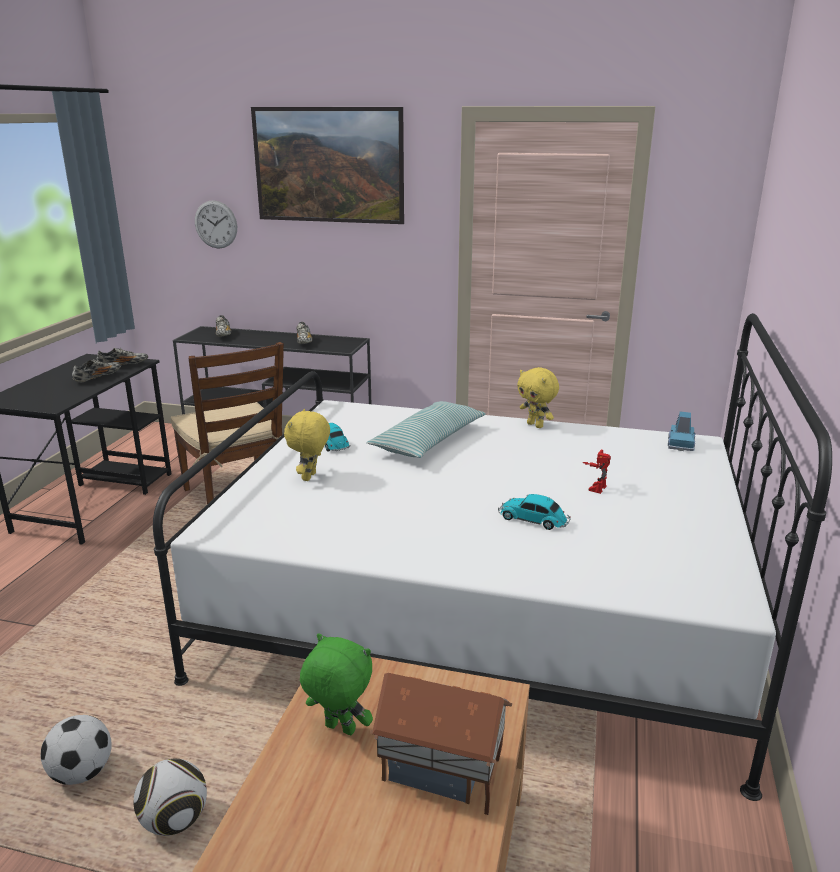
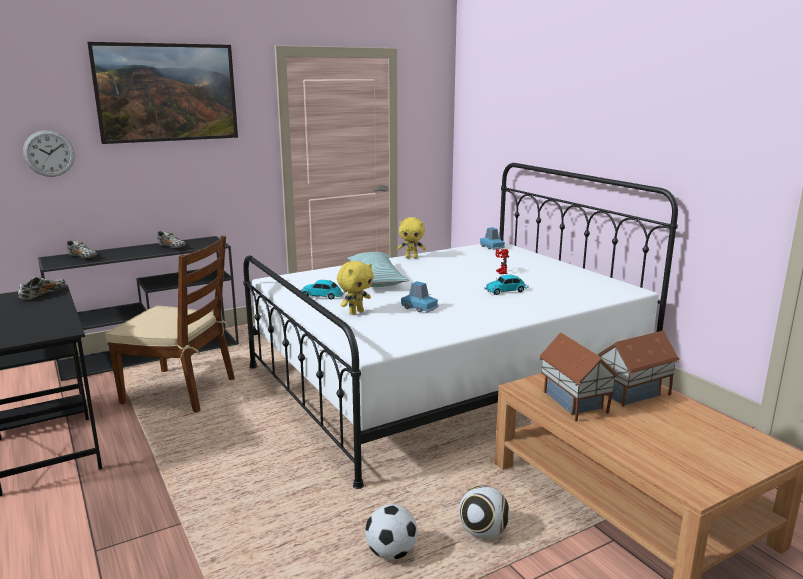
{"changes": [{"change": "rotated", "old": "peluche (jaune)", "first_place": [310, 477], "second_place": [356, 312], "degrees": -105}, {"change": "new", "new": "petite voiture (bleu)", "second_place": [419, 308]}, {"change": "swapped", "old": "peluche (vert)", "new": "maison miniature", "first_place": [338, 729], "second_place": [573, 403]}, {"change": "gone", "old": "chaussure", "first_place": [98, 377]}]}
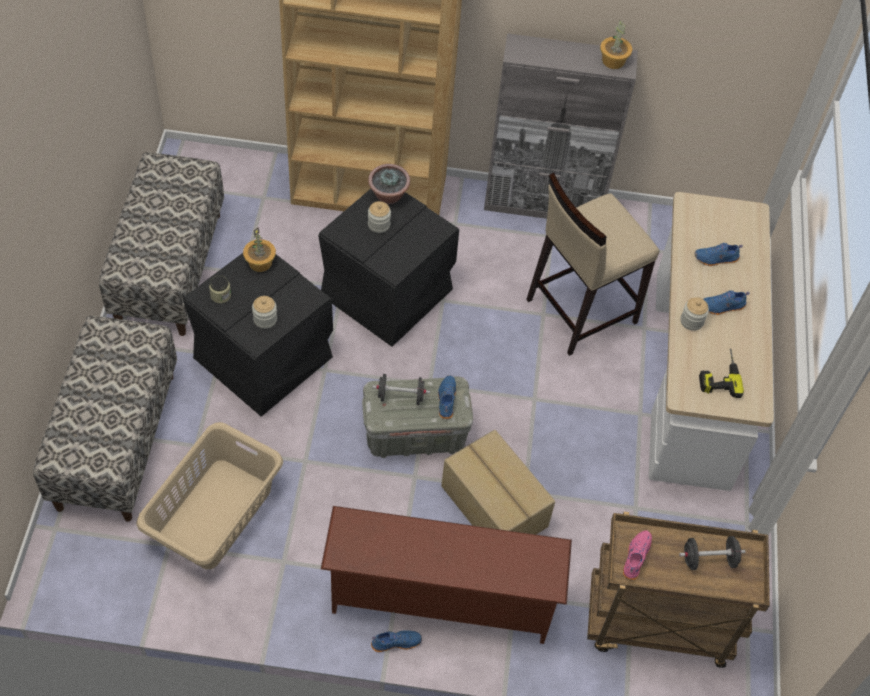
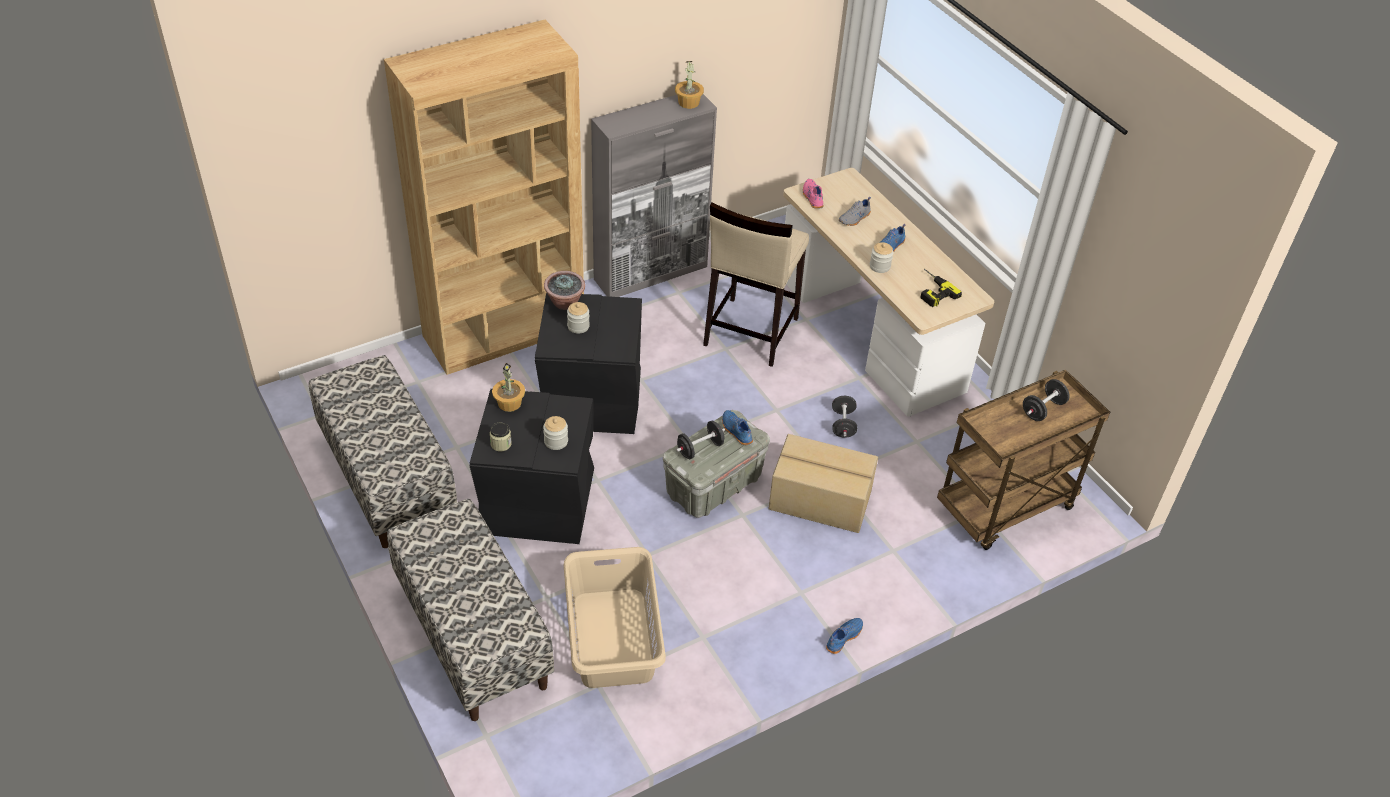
{"changes": [{"change": "shifted", "old": "chaussure (rose)", "first_place": [635, 557], "second_place": [812, 197]}, {"change": "new", "new": "haltère (noir)", "second_place": [843, 424]}, {"change": "repainted", "old": "chaussure (bleu)", "new": "chaussure (gris)", "first_place": [716, 259], "second_place": [855, 219]}, {"change": "gone", "old": "étagère à chaussures (marron)", "first_place": [440, 600]}]}
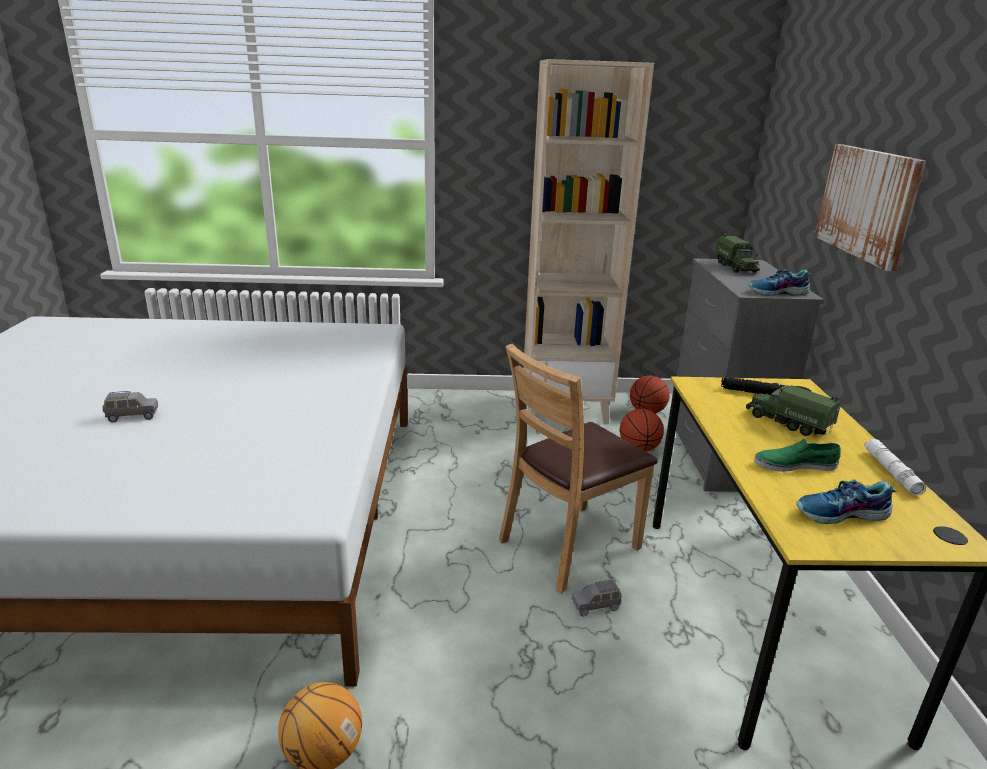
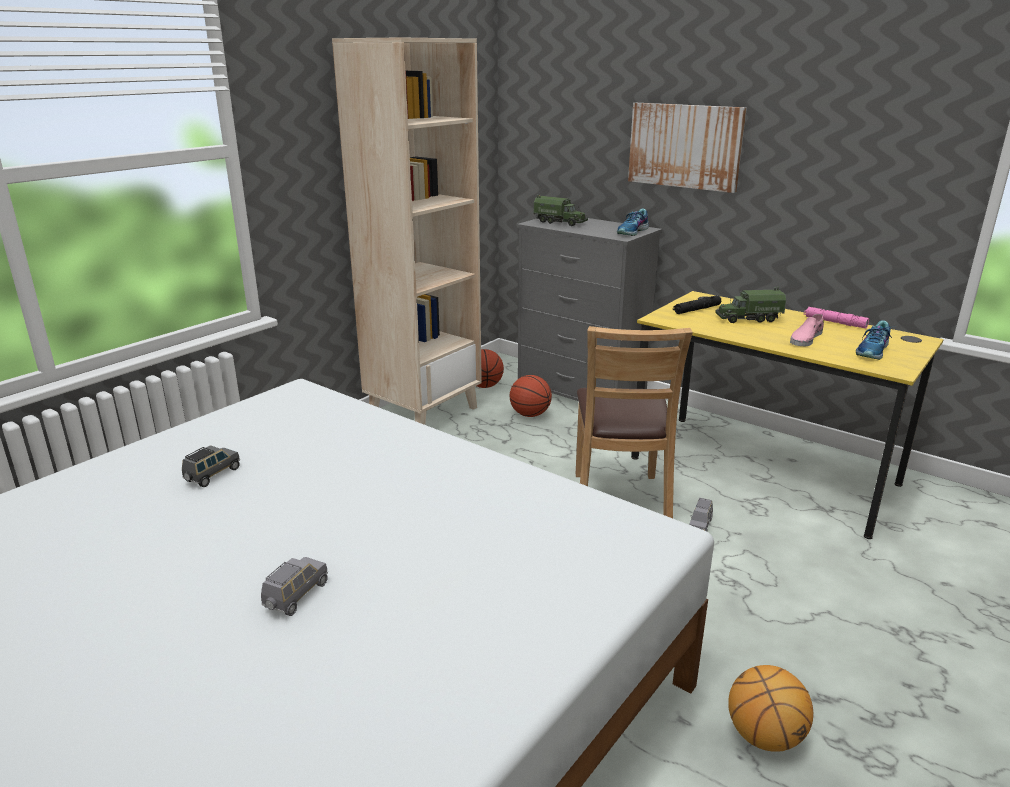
{"changes": [{"change": "new", "new": "petite voiture (gris)", "second_place": [212, 475]}, {"change": "repainted", "old": "chaussure (vert)", "new": "chaussure (rose)", "first_place": [794, 465], "second_place": [805, 338]}, {"change": "repainted", "old": "lampe de poche (blanc)", "new": "lampe de poche (rose)", "first_place": [891, 472], "second_place": [834, 322]}]}
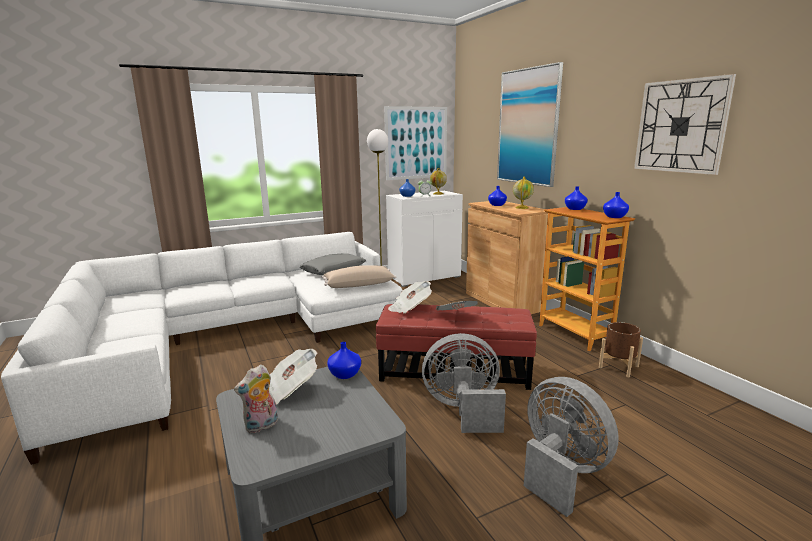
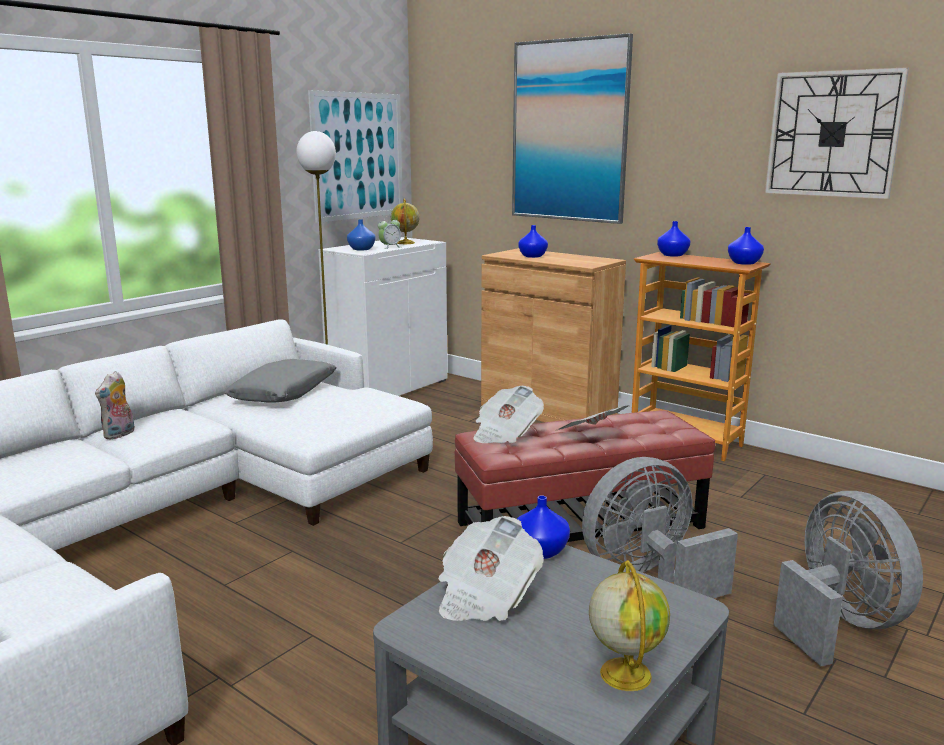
{"changes": [{"change": "shifted", "old": "peluche", "first_place": [261, 426], "second_place": [120, 435]}, {"change": "shifted", "old": "globe", "first_place": [522, 207], "second_place": [624, 673]}, {"change": "rotated", "old": "ventilateur (gris)", "first_place": [561, 471], "second_place": [839, 623], "degrees": 45}, {"change": "gone", "old": "coussin (beige)", "first_place": [358, 285]}, {"change": "gone", "old": "cache-pot (marron)", "first_place": [618, 367]}]}
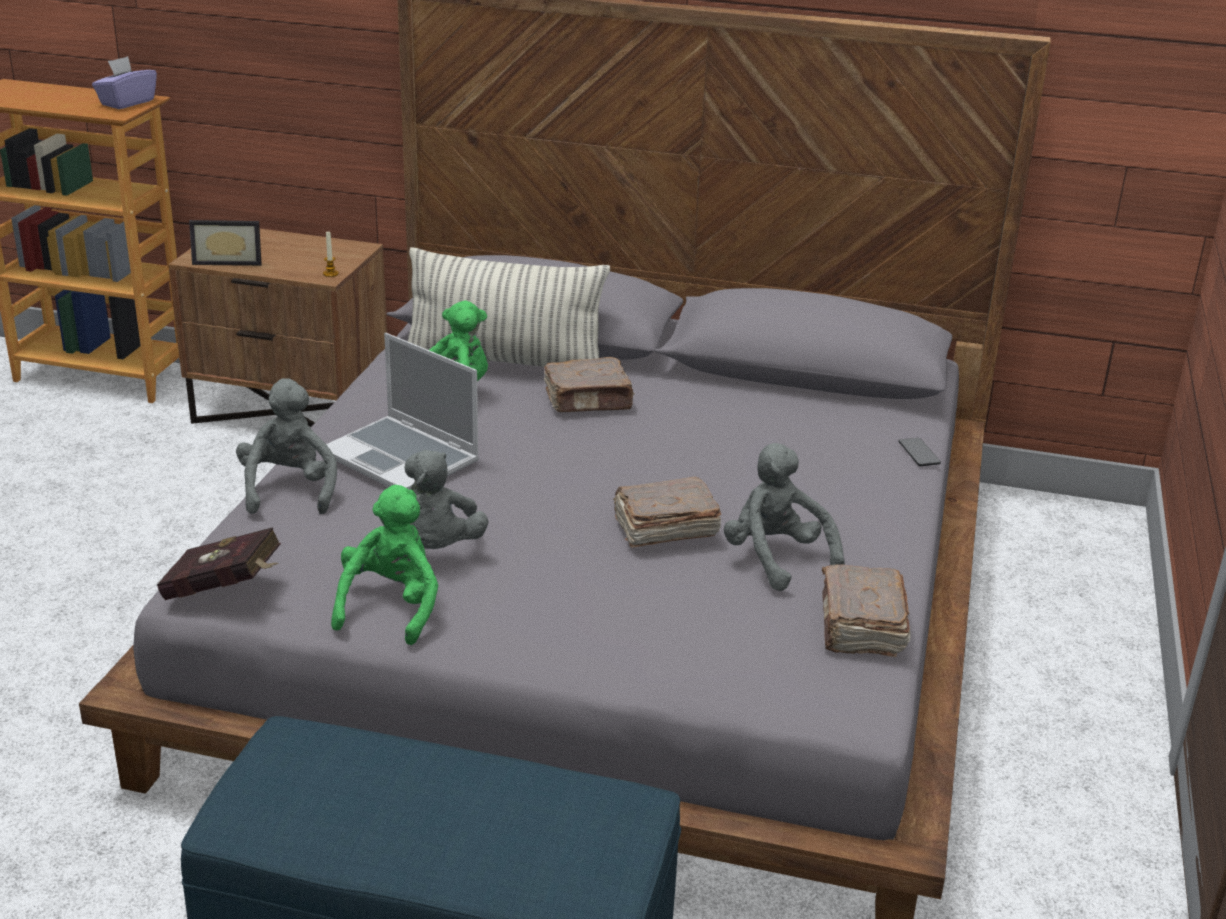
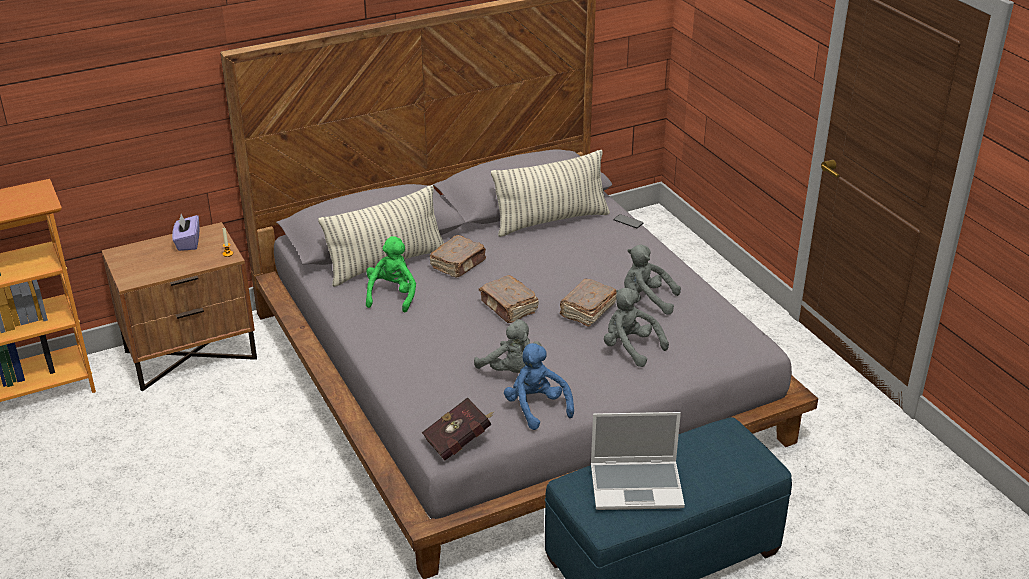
{"changes": [{"change": "shifted", "old": "boîte à mouchoirs (violet)", "first_place": [127, 102], "second_place": [188, 242]}, {"change": "shifted", "old": "livre (marron)", "first_place": [860, 627], "second_place": [509, 307]}, {"change": "new", "new": "coussin", "second_place": [551, 221]}, {"change": "repainted", "old": "peluche (vert)", "new": "peluche (bleu)", "first_place": [391, 607], "second_place": [536, 407]}, {"change": "shifted", "old": "ordinateur portable", "first_place": [403, 458], "second_place": [637, 486]}, {"change": "shifted", "old": "peluche (gris)", "first_place": [289, 490], "second_place": [630, 348]}, {"change": "gone", "old": "cadre photo", "first_place": [228, 261]}]}
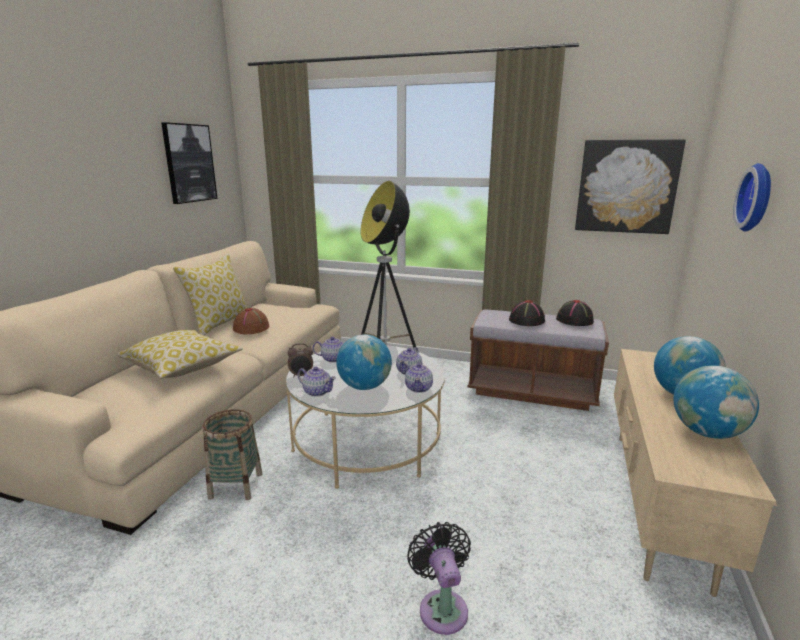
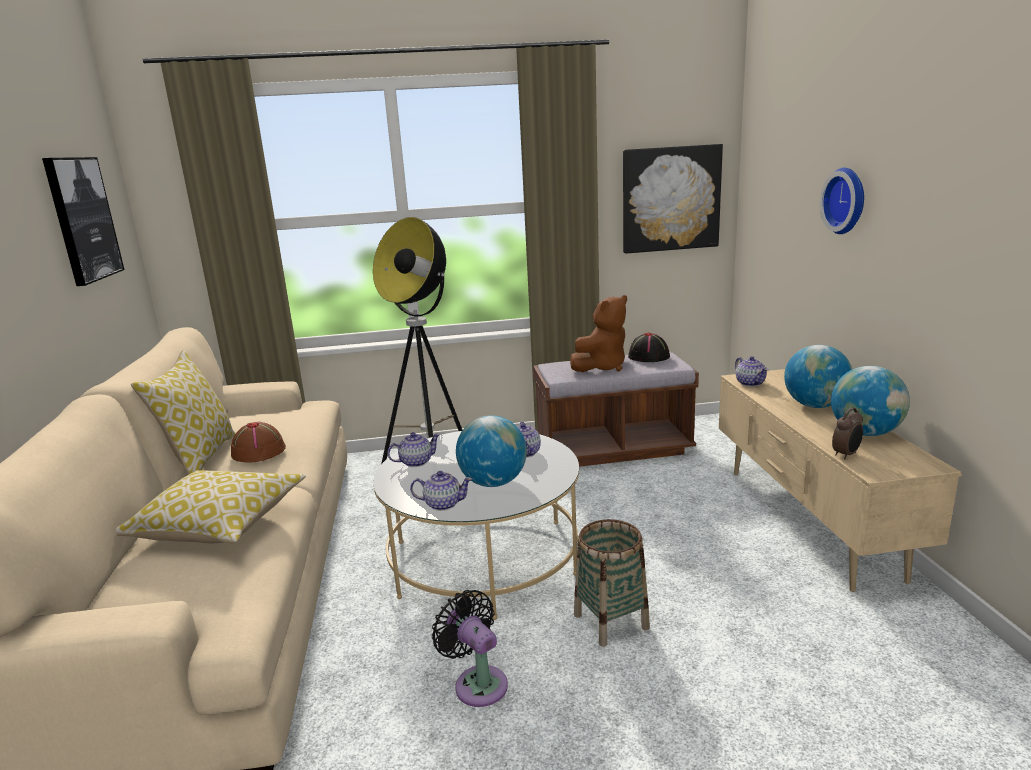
{"changes": [{"change": "shifted", "old": "ventilateur (noir)", "first_place": [442, 606], "second_place": [478, 682]}, {"change": "swapped", "old": "chapeau (noir)", "new": "peluche (marron)", "first_place": [526, 321], "second_place": [602, 367]}, {"change": "shifted", "old": "panier", "first_place": [236, 486], "second_place": [611, 621]}, {"change": "shifted", "old": "théière", "first_place": [419, 388], "second_place": [750, 383]}, {"change": "shifted", "old": "réveil", "first_place": [301, 375], "second_place": [846, 455]}]}
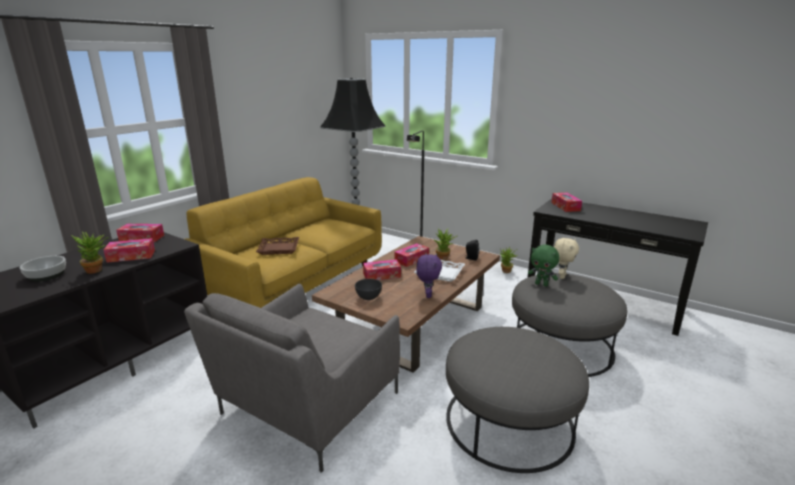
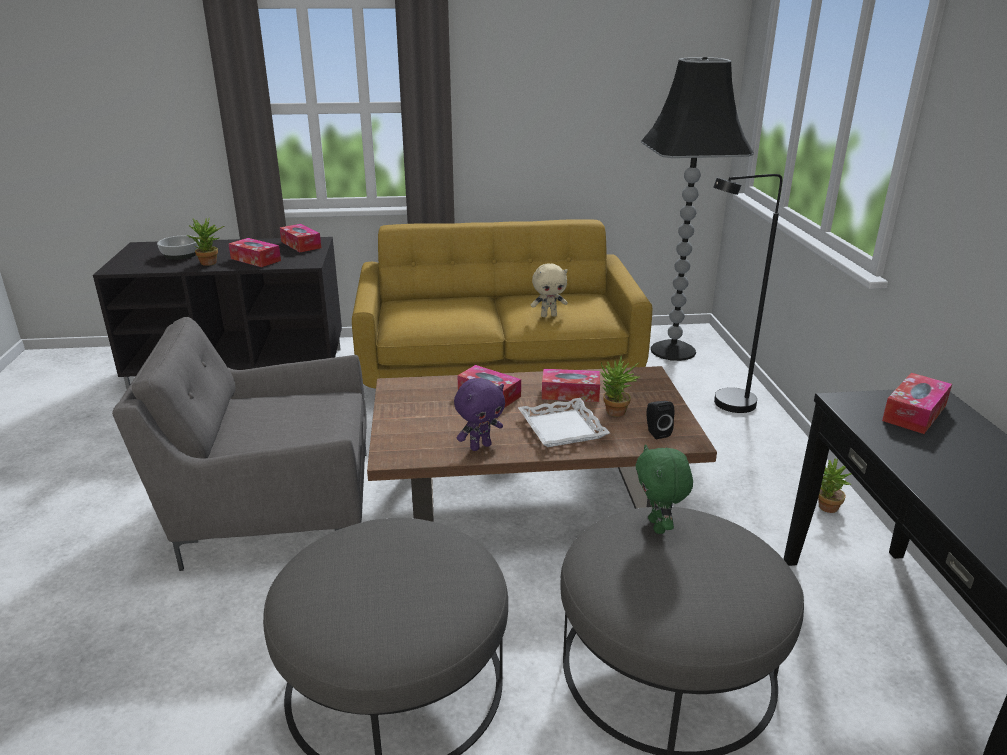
{"changes": [{"change": "shifted", "old": "peluche (beige)", "first_place": [561, 276], "second_place": [549, 315]}, {"change": "gone", "old": "plateau (marron)", "first_place": [279, 248]}, {"change": "gone", "old": "bol (gris)", "first_place": [368, 297]}]}
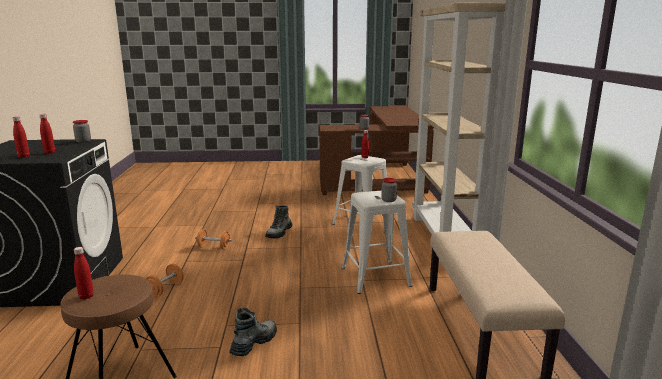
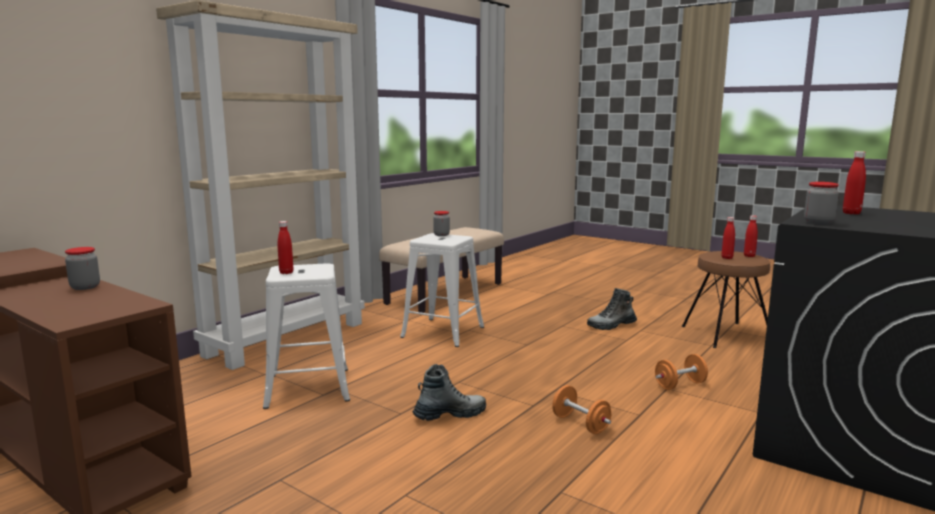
{"changes": [{"change": "shifted", "old": "bouteille (rouge)", "first_place": [24, 157], "second_place": [727, 258]}]}
